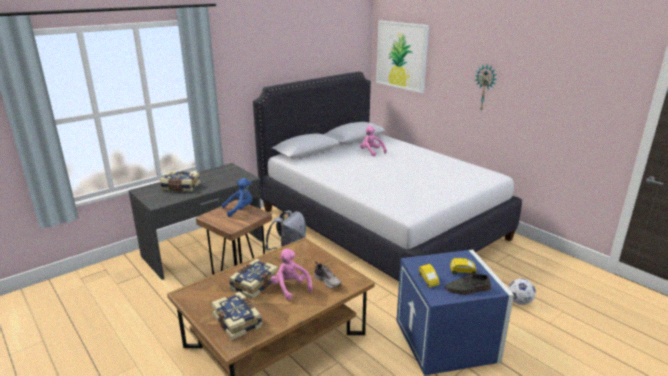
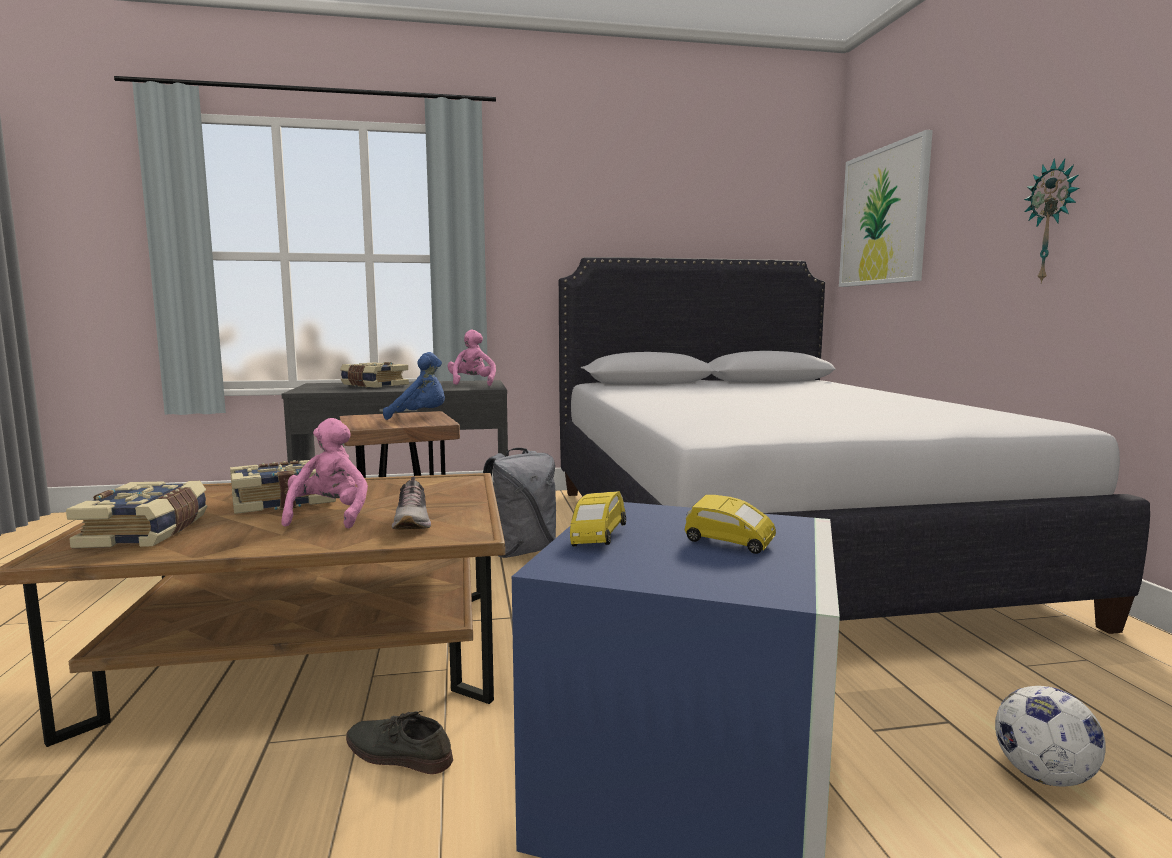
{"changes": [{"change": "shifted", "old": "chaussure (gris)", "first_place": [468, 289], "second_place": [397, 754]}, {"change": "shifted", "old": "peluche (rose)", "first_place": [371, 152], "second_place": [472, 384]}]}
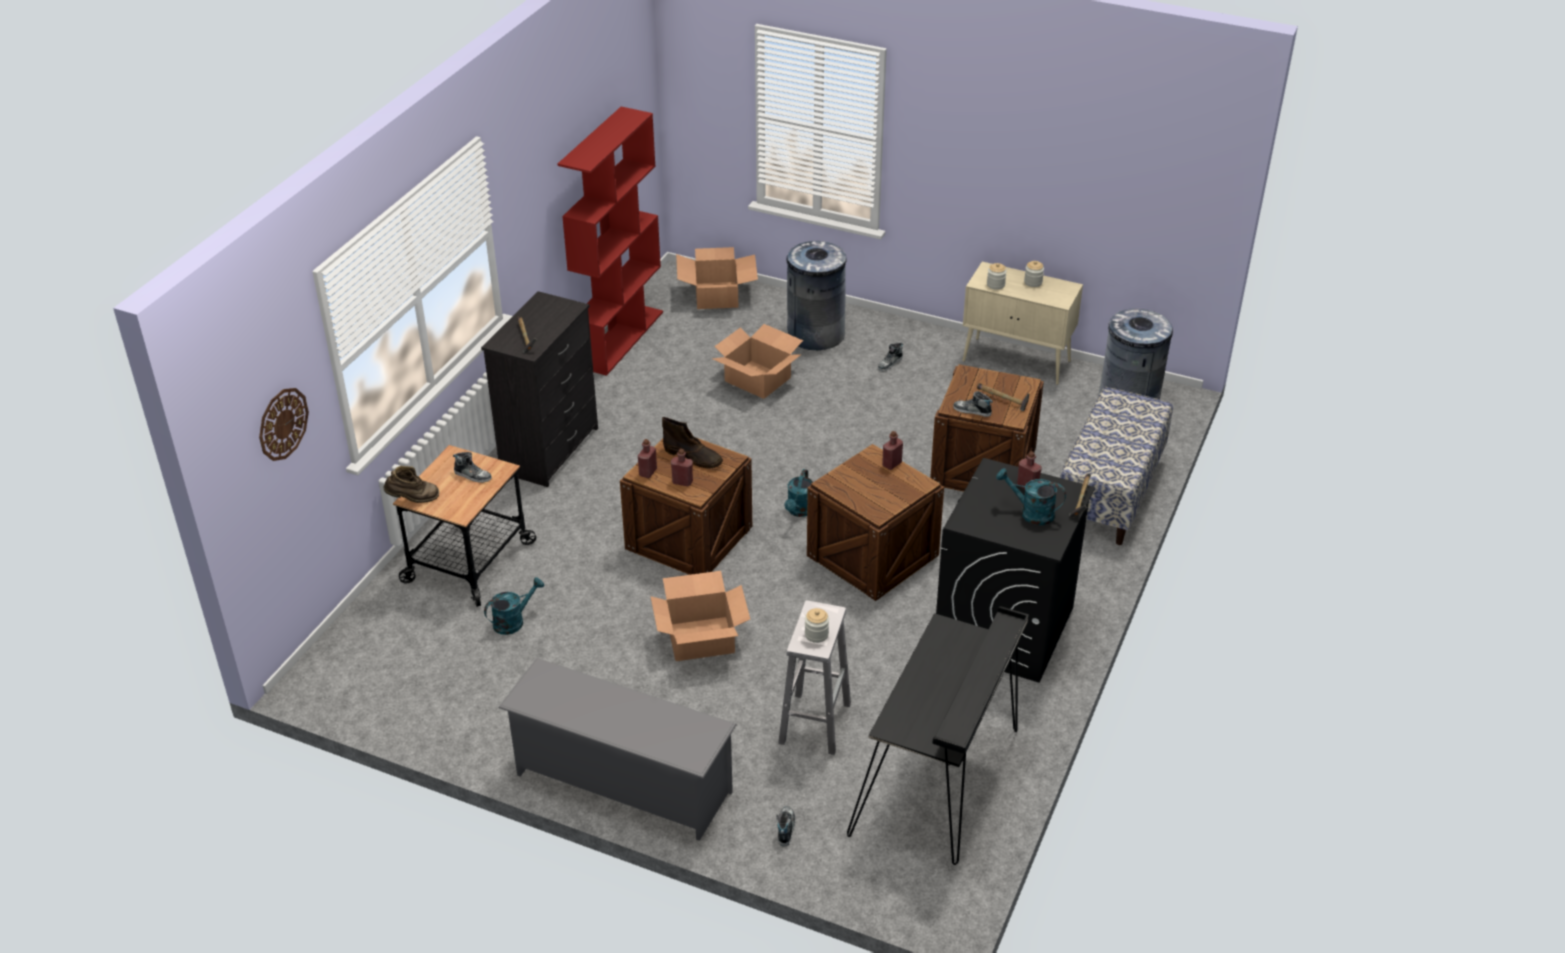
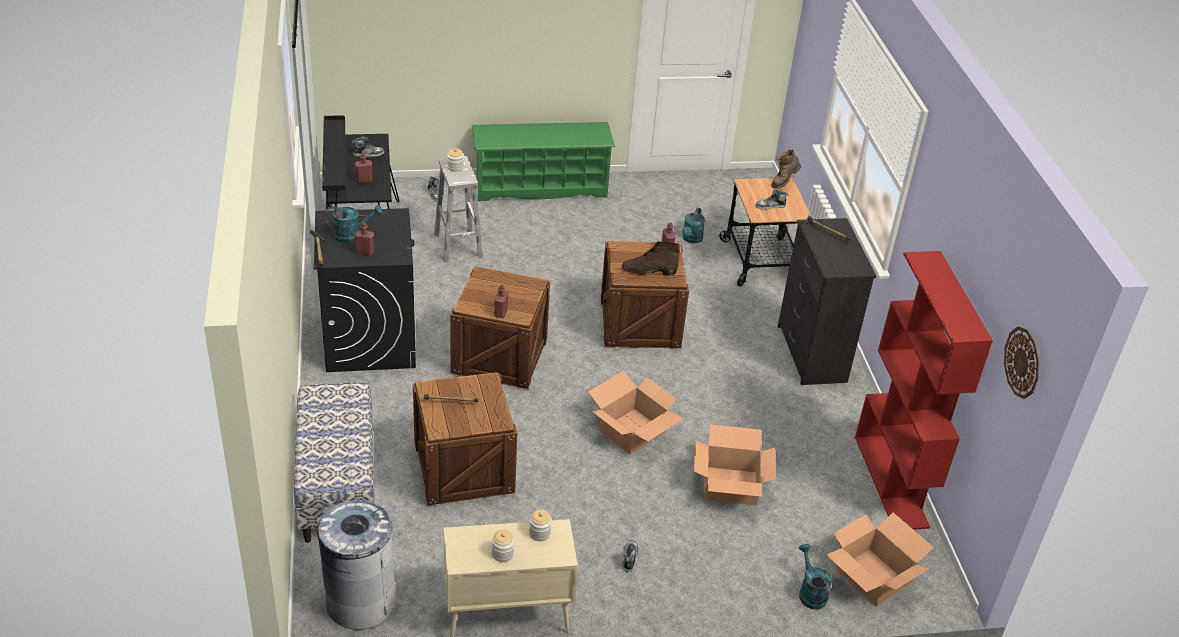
{"changes": [{"change": "shifted", "old": "chaussure", "first_place": [972, 411], "second_place": [368, 154]}, {"change": "shifted", "old": "bouteille (rouge)", "first_place": [682, 482], "second_place": [364, 180]}, {"change": "repainted", "old": "étagère à chaussures (gris)", "new": "étagère à chaussures (vert)", "first_place": [622, 783], "second_place": [540, 187]}, {"change": "shifted", "old": "carton", "first_place": [700, 638], "second_place": [632, 431]}, {"change": "shifted", "old": "arrosoir (turquoise)", "first_place": [799, 511], "second_place": [810, 592]}, {"change": "shifted", "old": "horloge murale", "first_place": [282, 423], "second_place": [1022, 362]}, {"change": "gone", "old": "poubelle (gris)", "first_place": [815, 334]}]}
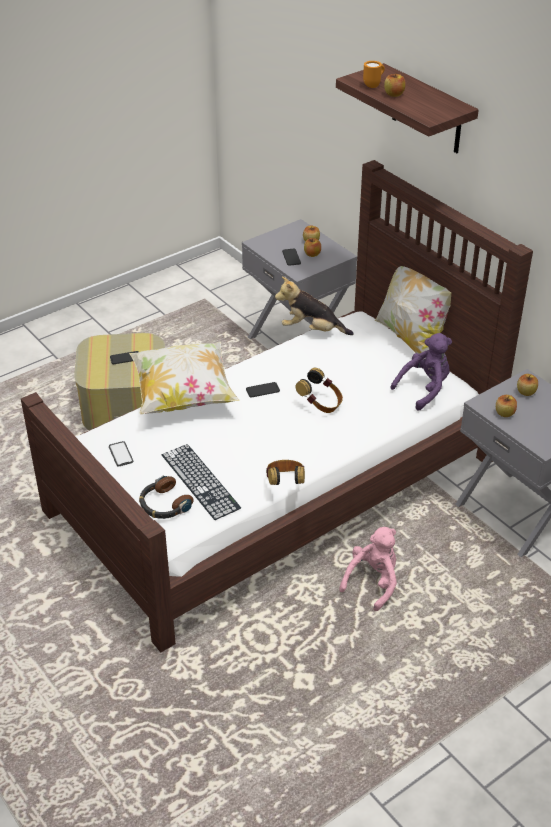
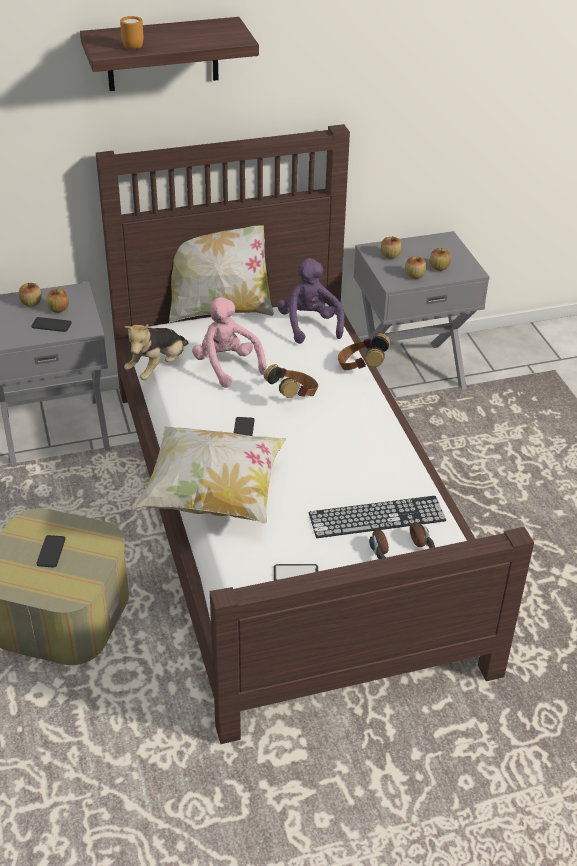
{"changes": [{"change": "shifted", "old": "peluche (rose)", "first_place": [373, 582], "second_place": [227, 366]}, {"change": "shifted", "old": "casque audio", "first_place": [285, 483], "second_place": [361, 368]}, {"change": "shifted", "old": "pomme", "first_place": [394, 94], "second_place": [439, 267]}]}
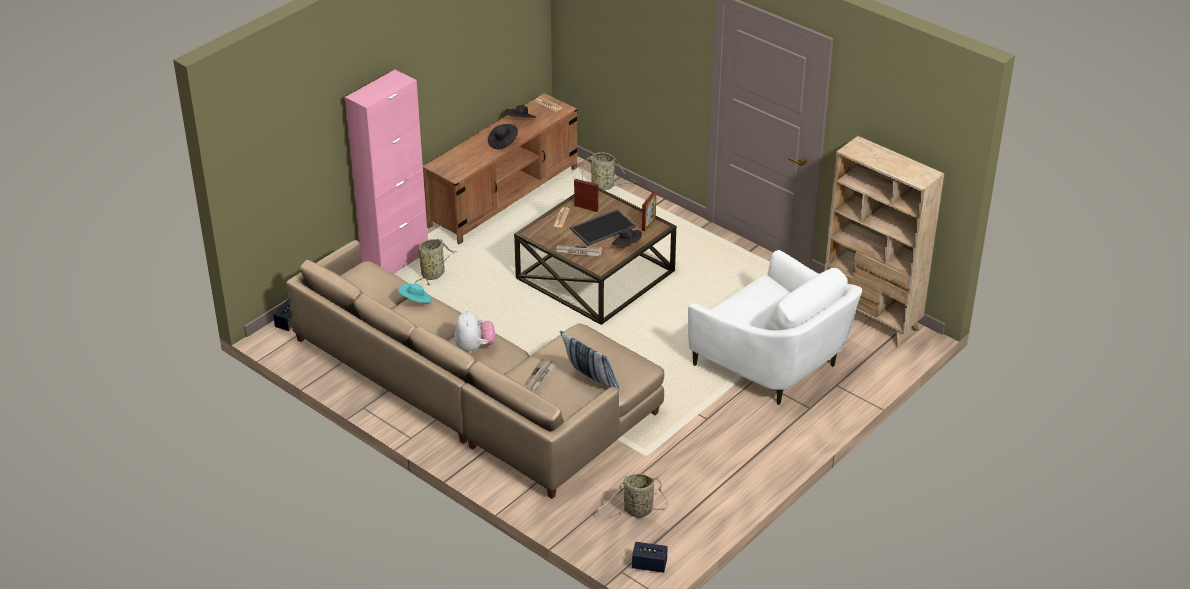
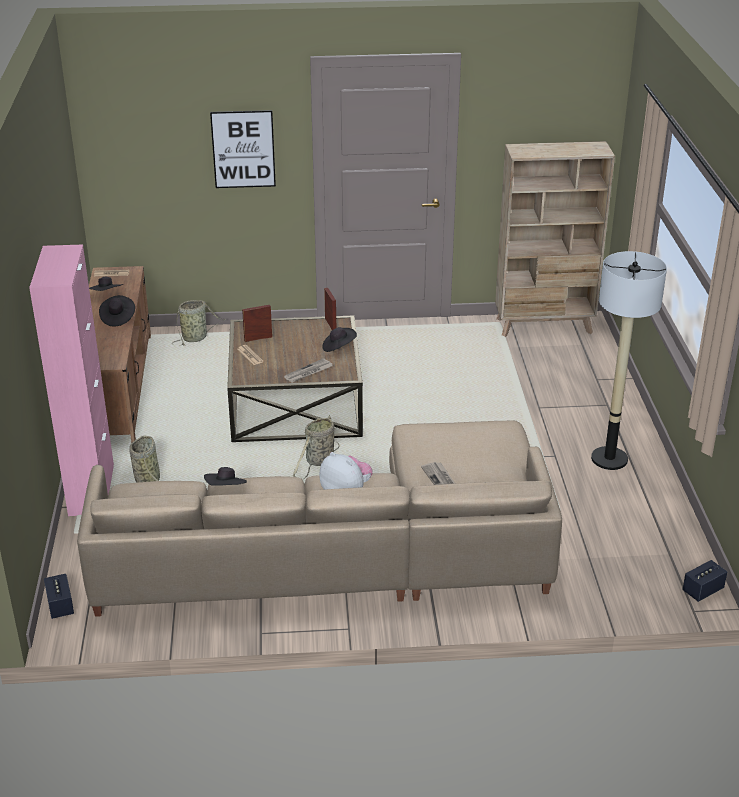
{"changes": [{"change": "repainted", "old": "chapeau (turquoise)", "new": "chapeau (noir)", "first_place": [416, 301], "second_place": [226, 488]}, {"change": "new", "new": "tableau", "second_place": [243, 149]}, {"change": "shifted", "old": "panier", "first_place": [636, 511], "second_place": [318, 461]}, {"change": "new", "new": "lampadaire", "second_place": [609, 459]}, {"change": "gone", "old": "coussin", "first_place": [590, 382]}, {"change": "gone", "old": "plateau", "first_place": [602, 227]}, {"change": "gone", "old": "fauteuil (blanc)", "first_place": [773, 364]}]}
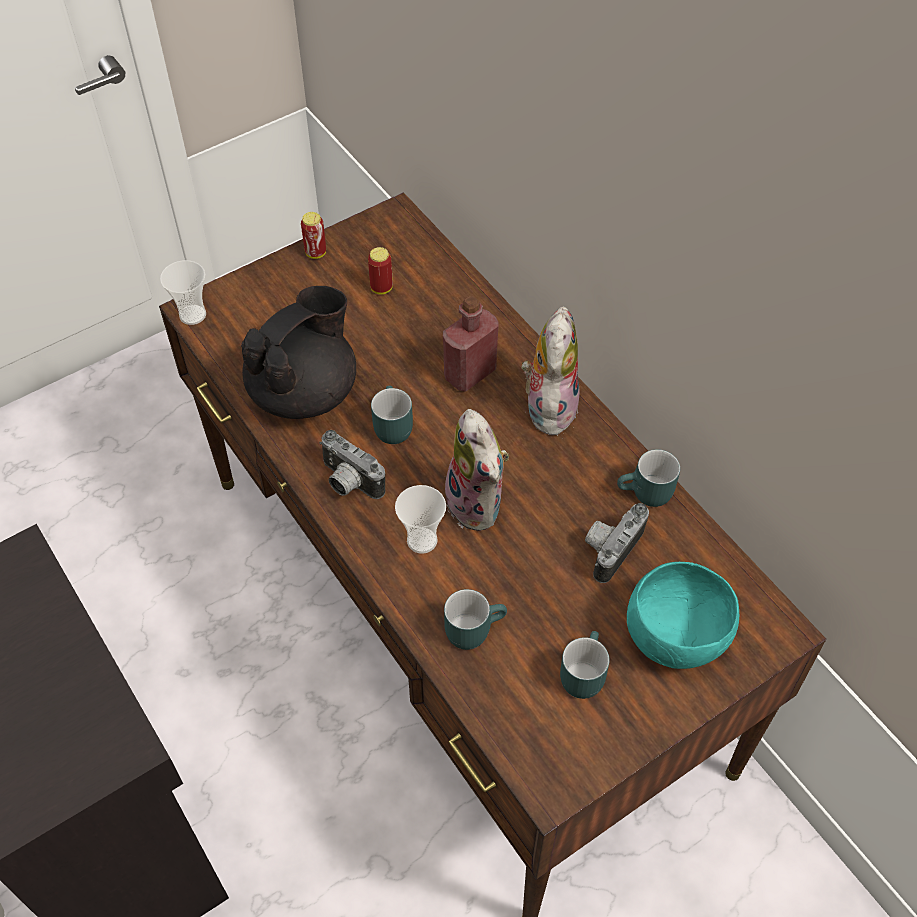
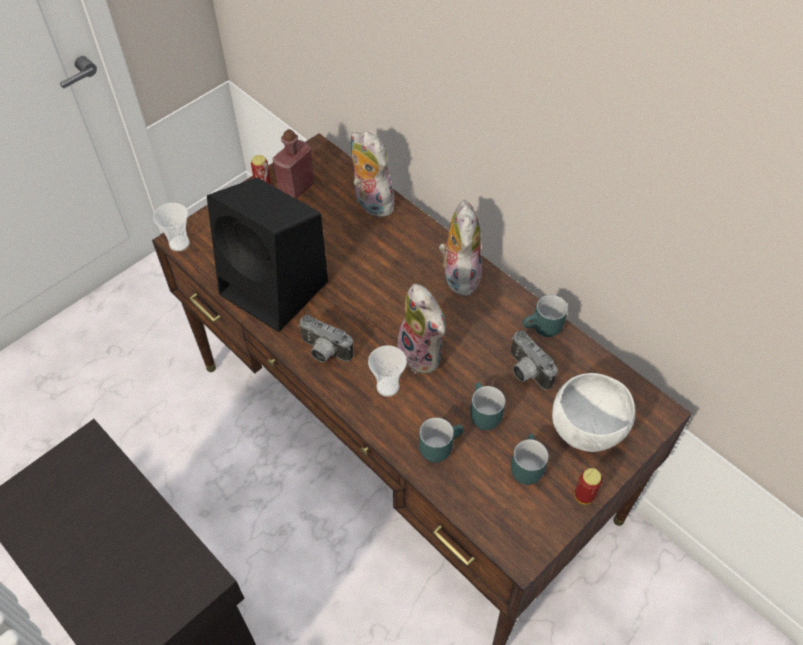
{"changes": [{"change": "swapped", "old": "théière (noir)", "new": "enceinte (noir)", "first_place": [305, 391], "second_place": [277, 289]}, {"change": "shifted", "old": "bouteille (rouge)", "first_place": [470, 373], "second_place": [296, 188]}, {"change": "new", "new": "peluche", "second_place": [370, 203]}, {"change": "shifted", "old": "mug (turquoise)", "first_place": [390, 425], "second_place": [481, 414]}, {"change": "rotated", "old": "appareil photo", "first_place": [609, 548], "second_place": [525, 372], "degrees": -60}, {"change": "repainted", "old": "bol (turquoise)", "new": "bol (blanc)", "first_place": [674, 637], "second_place": [585, 429]}, {"change": "shifted", "old": "boîte métallique", "first_place": [381, 288], "second_place": [584, 495]}]}
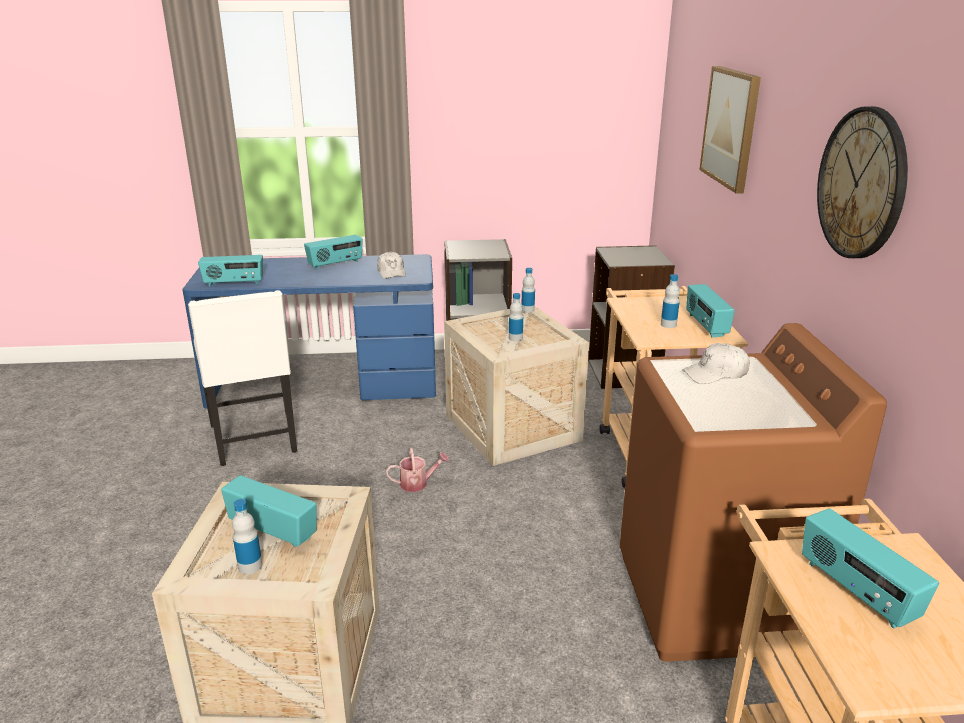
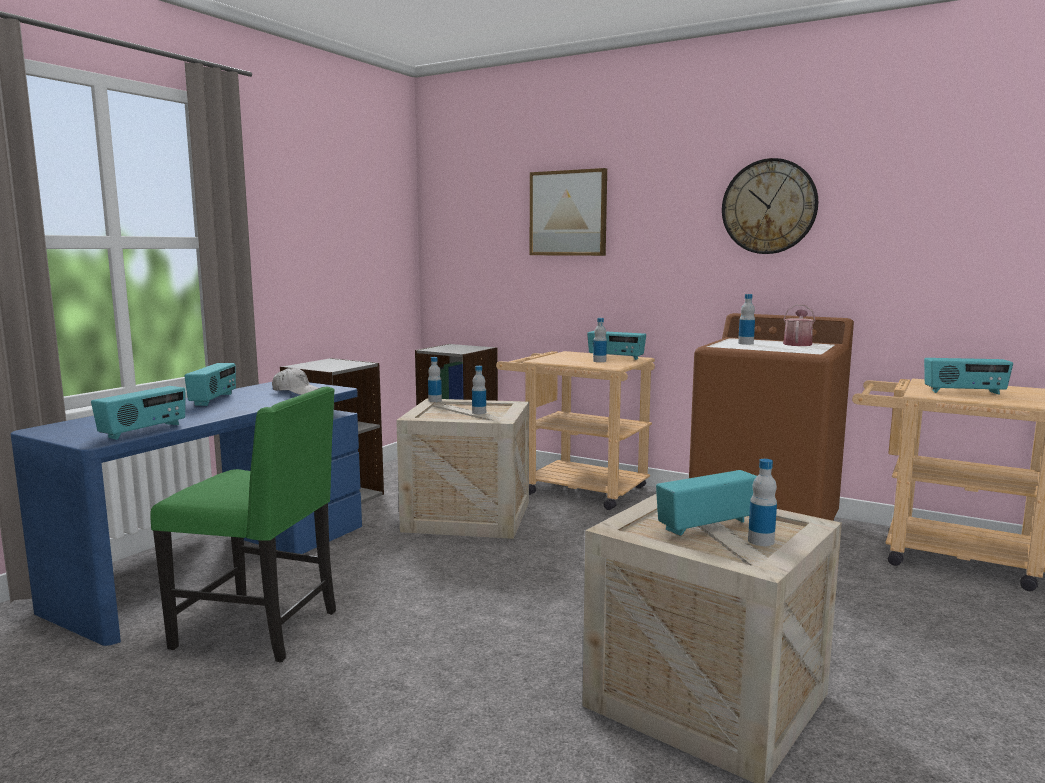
{"changes": [{"change": "repainted", "old": "chaise (blanc)", "new": "chaise (vert)", "first_place": [255, 439], "second_place": [261, 629]}, {"change": "swapped", "old": "casquette (blanc)", "new": "bouteille", "first_place": [716, 374], "second_place": [745, 343]}, {"change": "shifted", "old": "arrosoir", "first_place": [418, 483], "second_place": [797, 344]}]}
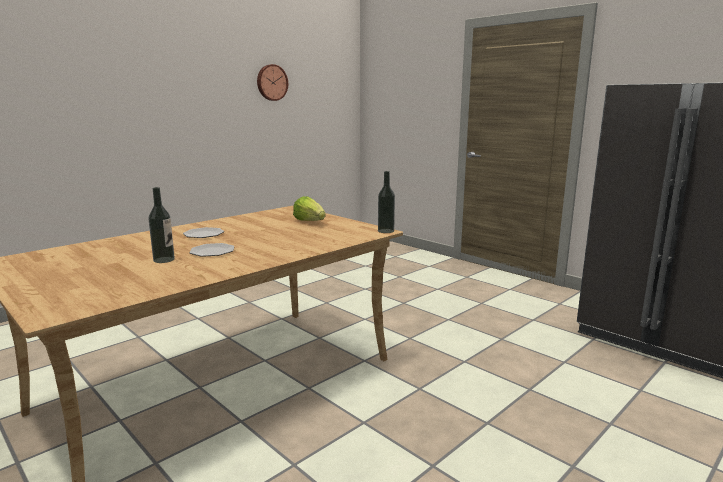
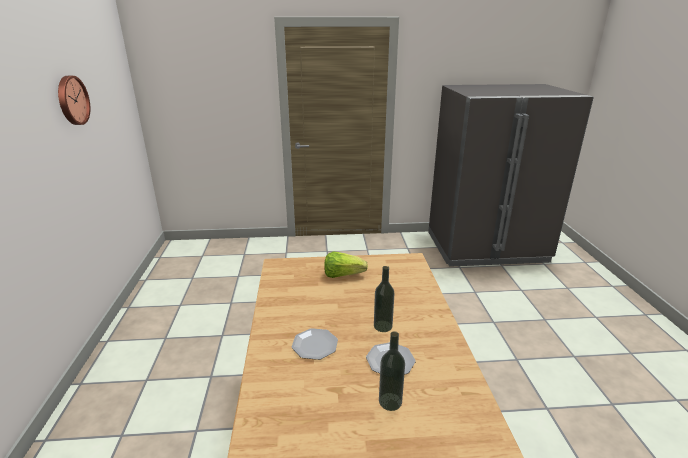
{"changes": [{"change": "shifted", "old": "bouteille", "first_place": [386, 231], "second_place": [383, 326]}]}
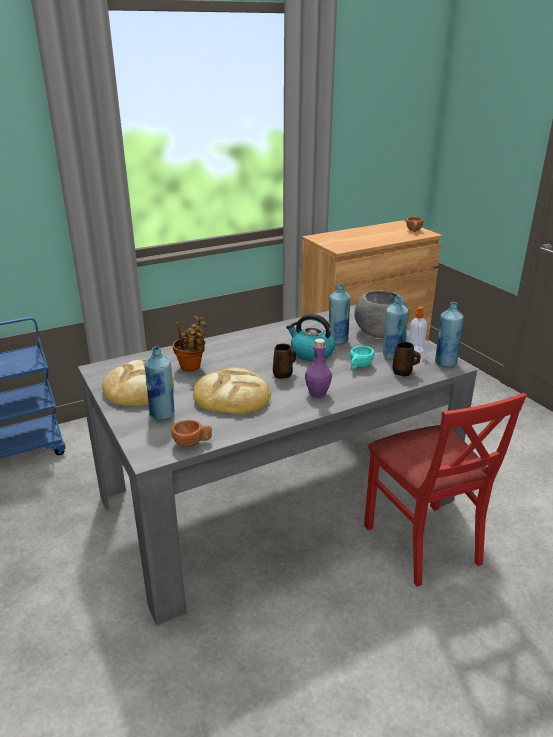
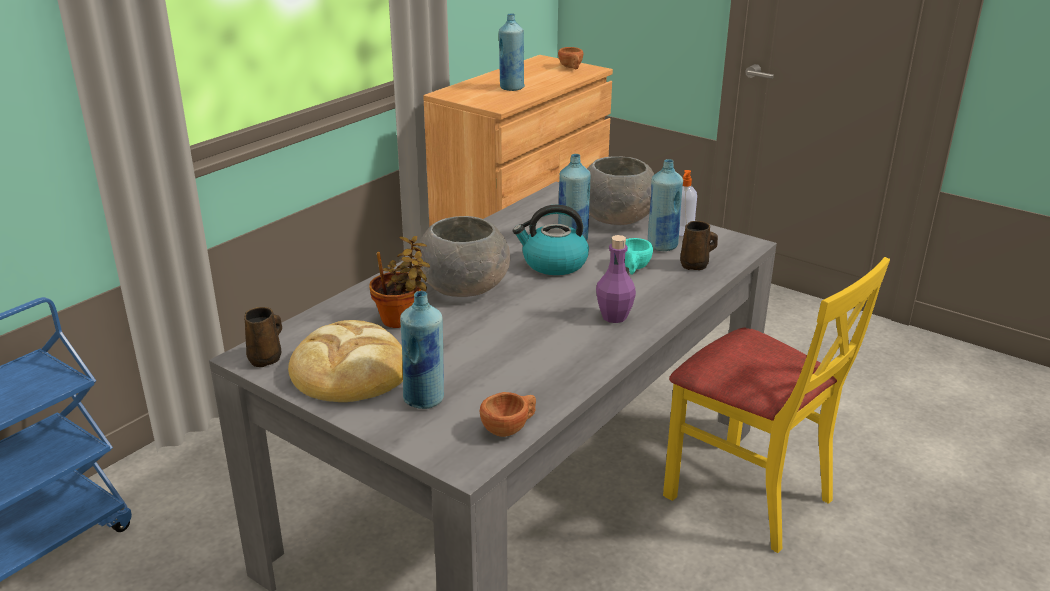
{"changes": [{"change": "shifted", "old": "mug (marron)", "first_place": [283, 374], "second_place": [266, 358]}, {"change": "new", "new": "bol (gris)", "second_place": [465, 287]}, {"change": "shifted", "old": "bouteille (bleu)", "first_place": [445, 362], "second_place": [511, 88]}, {"change": "repainted", "old": "chaise (rouge)", "new": "chaise (jaune)", "first_place": [423, 542], "second_place": [749, 495]}, {"change": "gone", "old": "pain", "first_place": [232, 396]}]}
